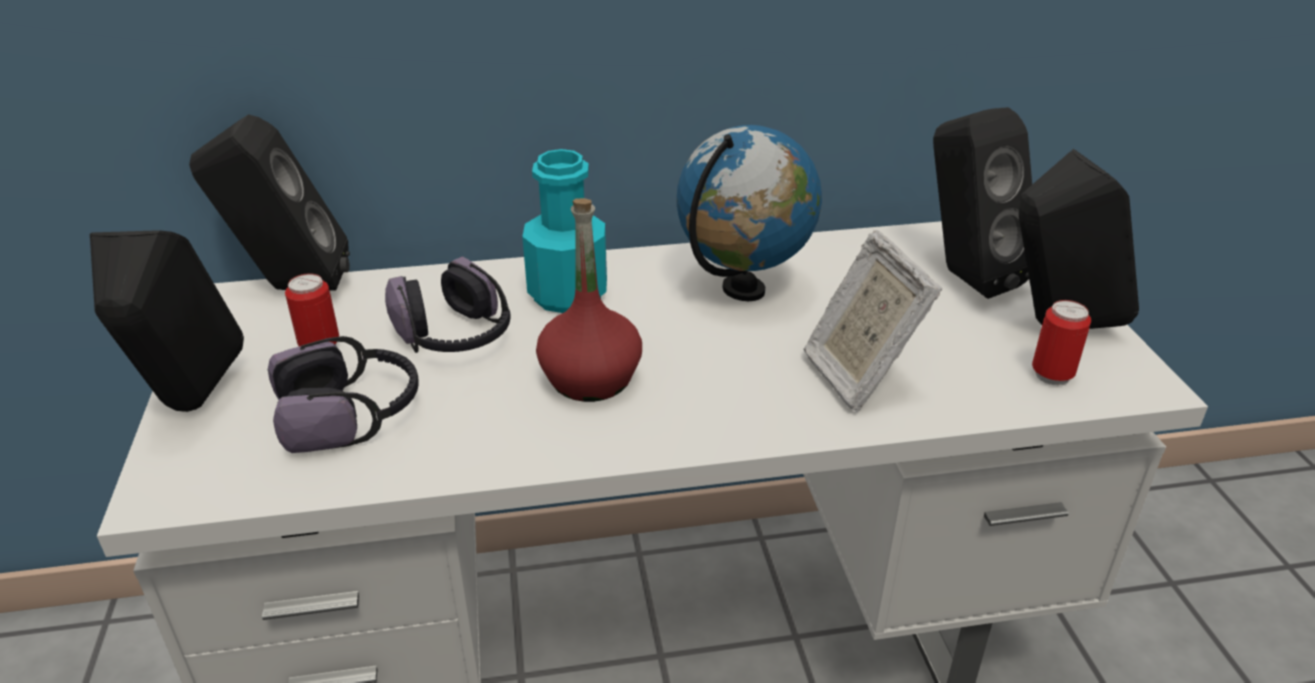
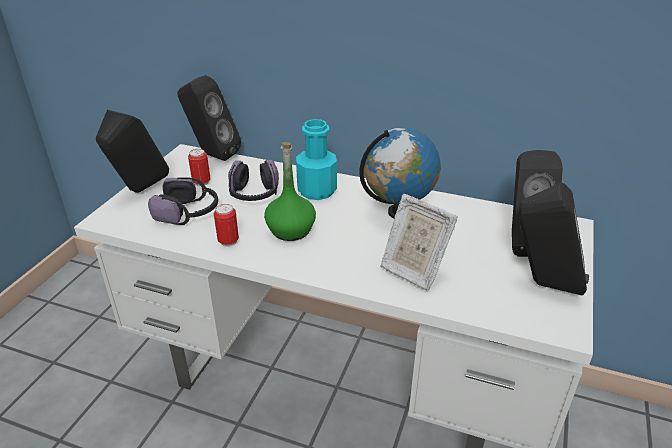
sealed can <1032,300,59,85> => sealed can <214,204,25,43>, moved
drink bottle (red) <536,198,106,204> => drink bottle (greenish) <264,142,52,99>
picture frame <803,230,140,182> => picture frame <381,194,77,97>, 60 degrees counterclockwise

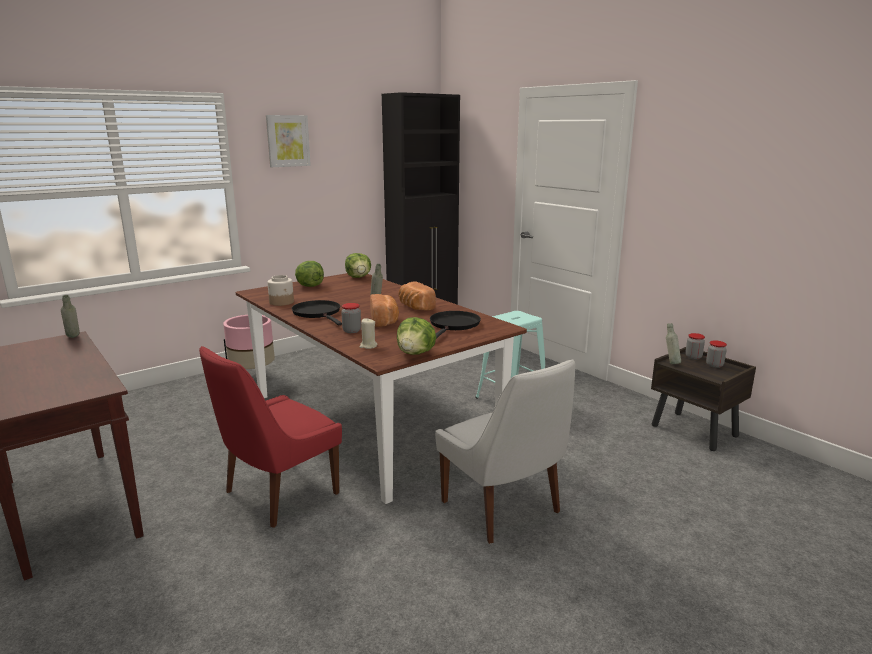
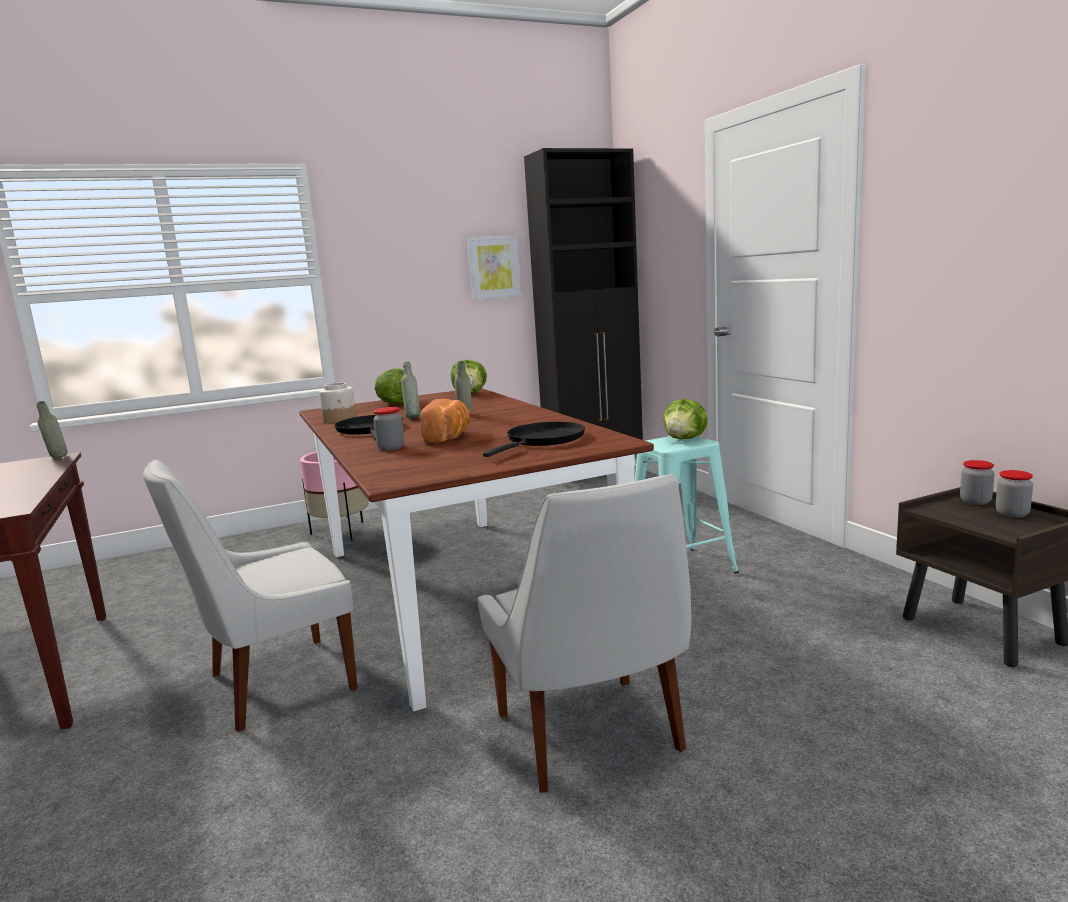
candle (beige-coloured) <359,318,19,31> => nothing
bakery bread <399,281,37,30> => nothing
picture <266,115,45,52> => picture <467,235,54,65>, moved
lettuce head <397,317,39,38> => lettuce head <664,399,44,40>, moved
drink bottle (grey) <666,323,15,41> => drink bottle (grey) <401,362,19,56>, moved
upright chair (red) <199,346,143,182> => upright chair (whitish) <143,459,215,273>

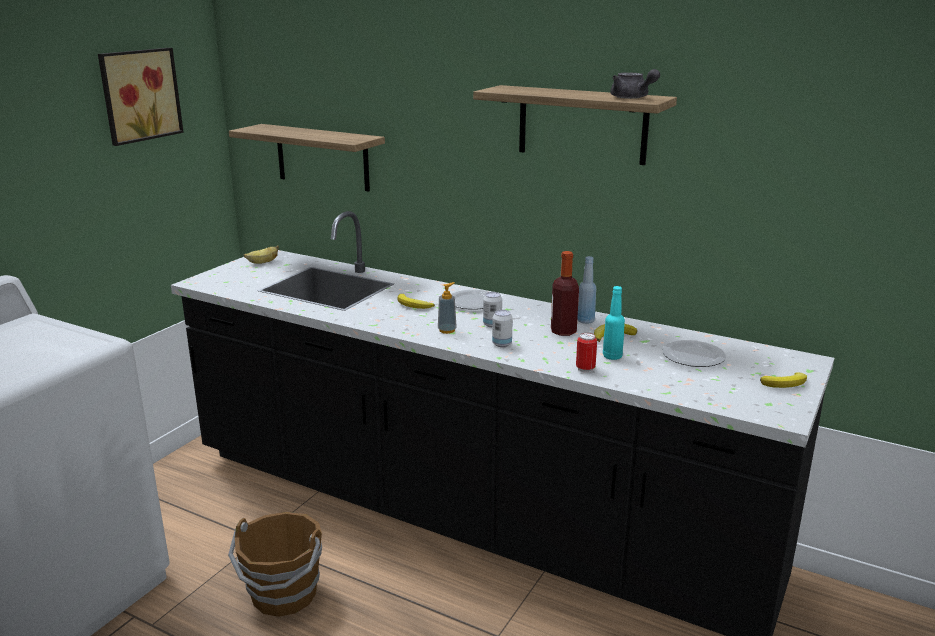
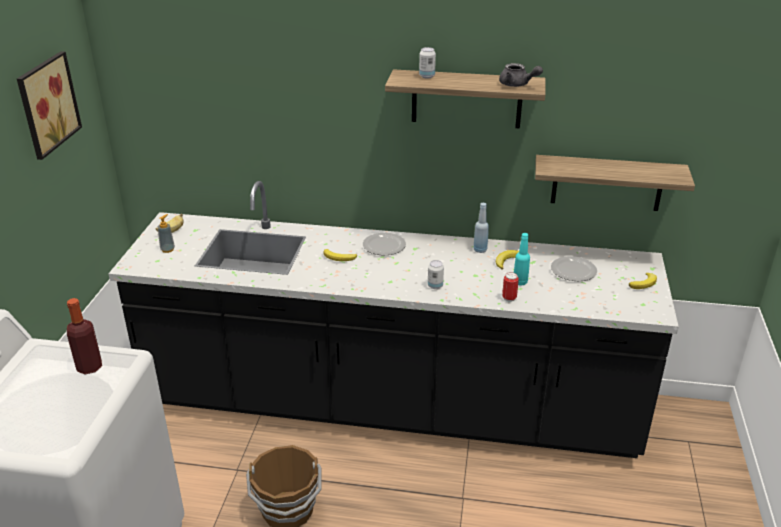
shelf <229,124,156,68> => shelf <535,155,160,56>, moved
liquid soap bottle <438,282,19,52> => liquid soap bottle <158,214,17,39>, moved
sealed can <483,292,19,35> => sealed can <419,47,17,31>, moved
drink bottle <551,251,28,85> => drink bottle <67,298,35,76>, moved

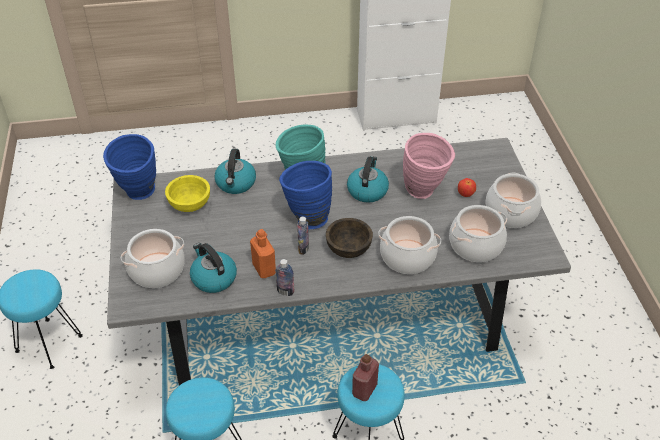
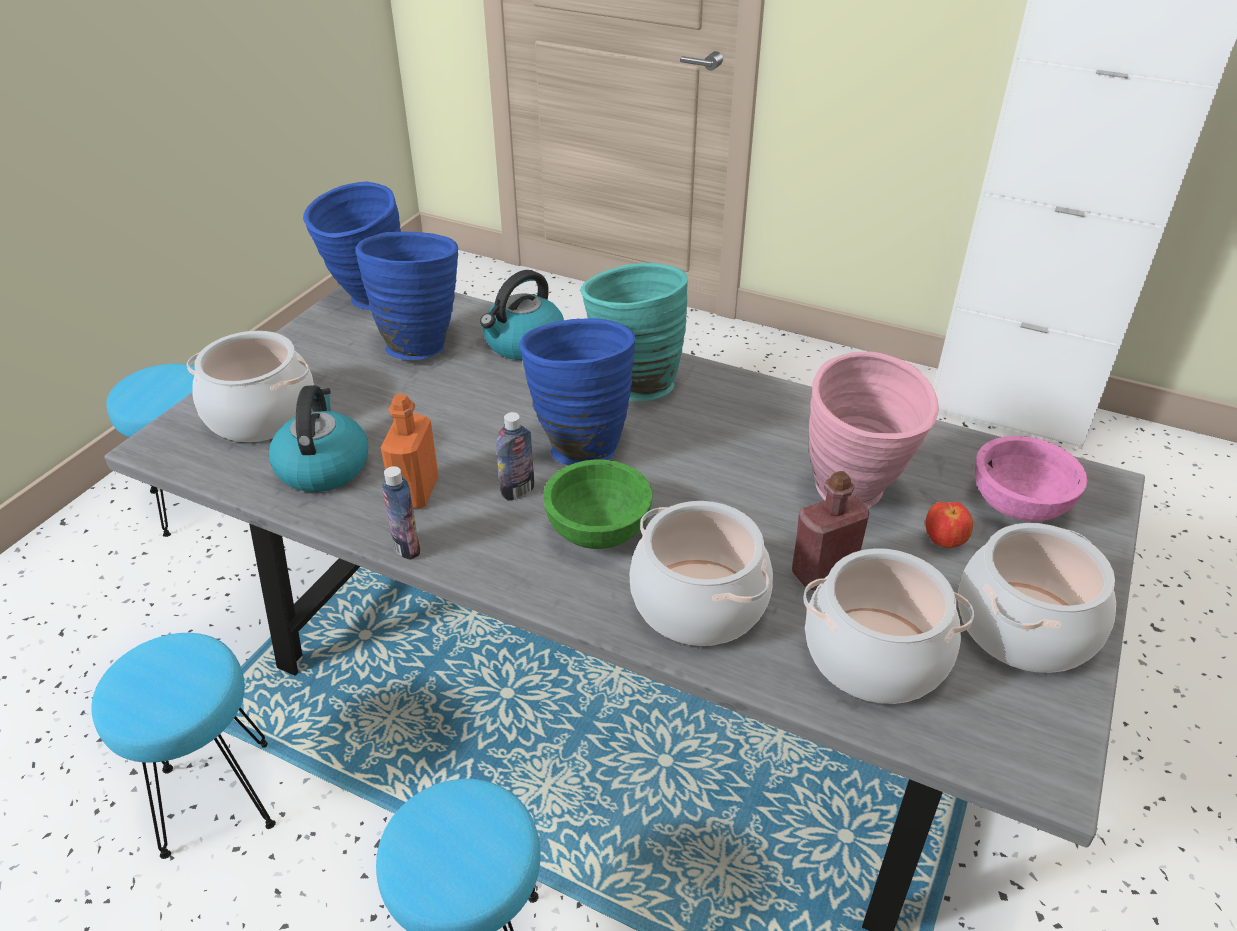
tea kettle <347,156,42,47> => nothing
nothing => serving bowl (pinkish) <975,436,113,86>
drink bottle (red) <352,354,27,47> => drink bottle (red) <792,471,77,119>, moved
serving bowl (yellow-coloured) <165,175,45,37> => vase (blue-coloured) <355,232,103,128>
serving bowl (brown) <326,218,47,40> => serving bowl (greenish) <543,460,109,89>

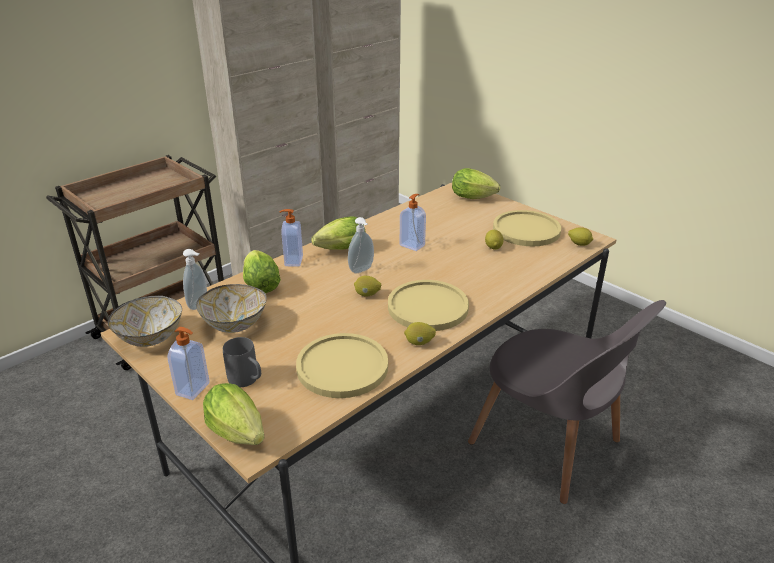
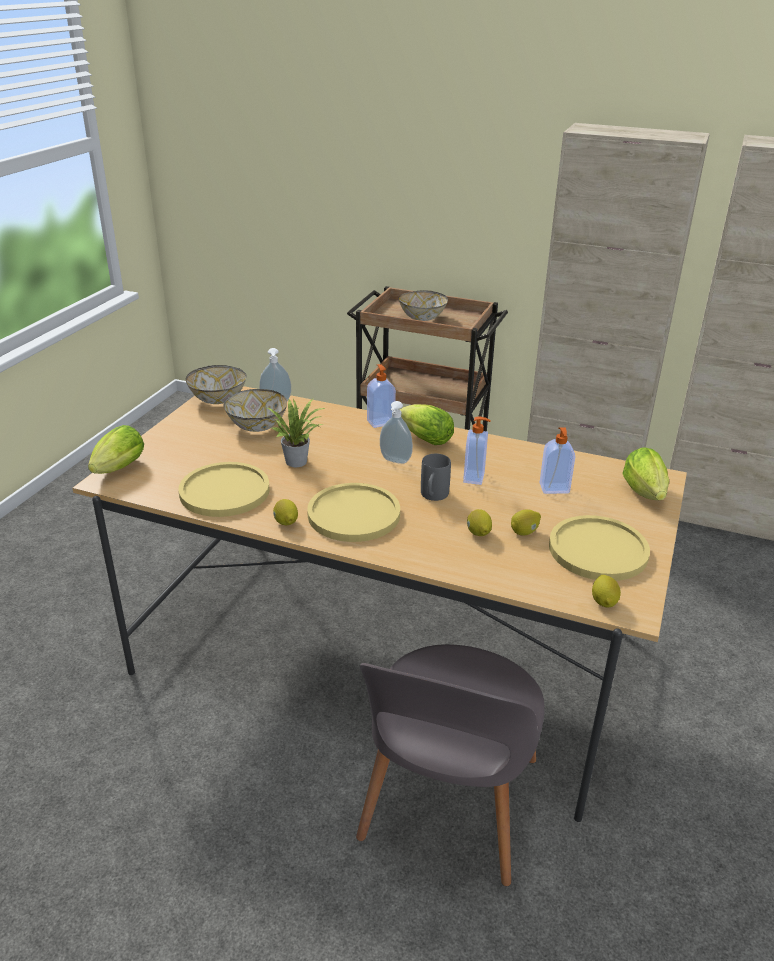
lettuce head <243,250,38,43> => nothing
nothing => houseplant <268,399,57,68>
nothing => serving bowl <399,290,49,31>
liquid soap bottle <168,327,42,73> => liquid soap bottle <540,428,35,66>, moved
coffee mug (grey) <223,337,38,50> => coffee mug (grey) <421,454,30,47>, moved
lemon <354,276,27,21> => lemon <467,509,25,27>, moved

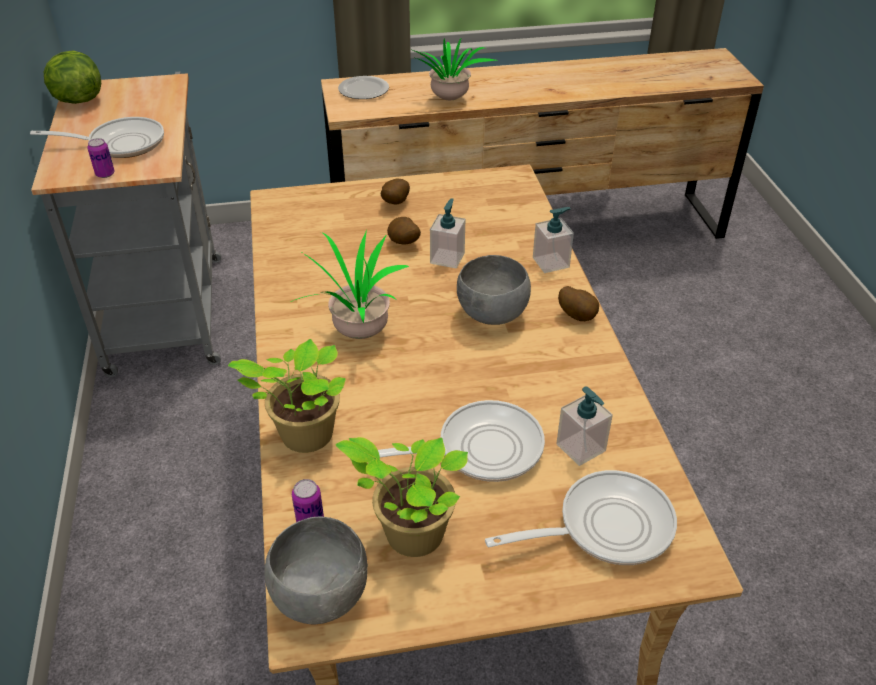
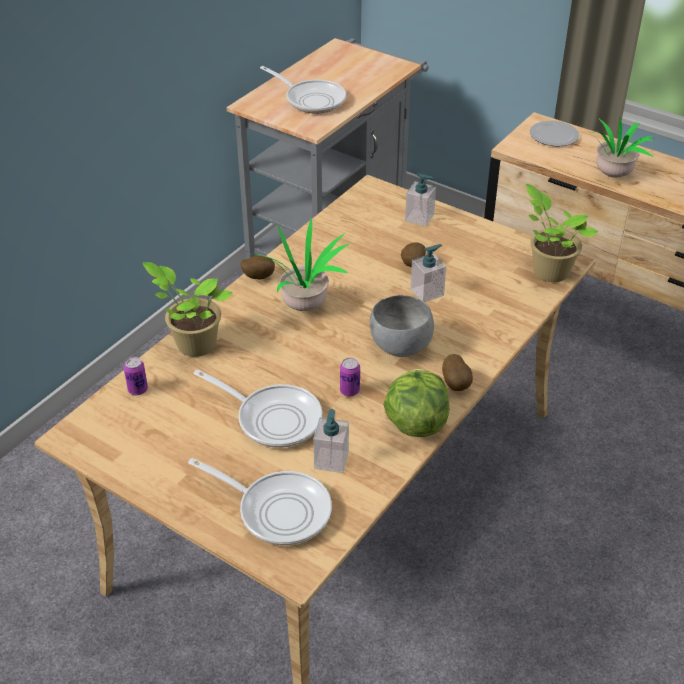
serving bowl (grey) <264,516,104,109> => nothing
lettuce head <44,51,57,53> => lettuce head <383,369,66,68>, moved
sealed can <87,138,28,40> => sealed can <340,358,20,38>, moved
houseplant <336,437,132,120> => houseplant <526,184,72,98>, moved
whole potato <381,179,29,25> => whole potato <240,256,35,23>, moved
liquid soap bottle <533,207,41,66> => liquid soap bottle <405,173,31,54>, moved

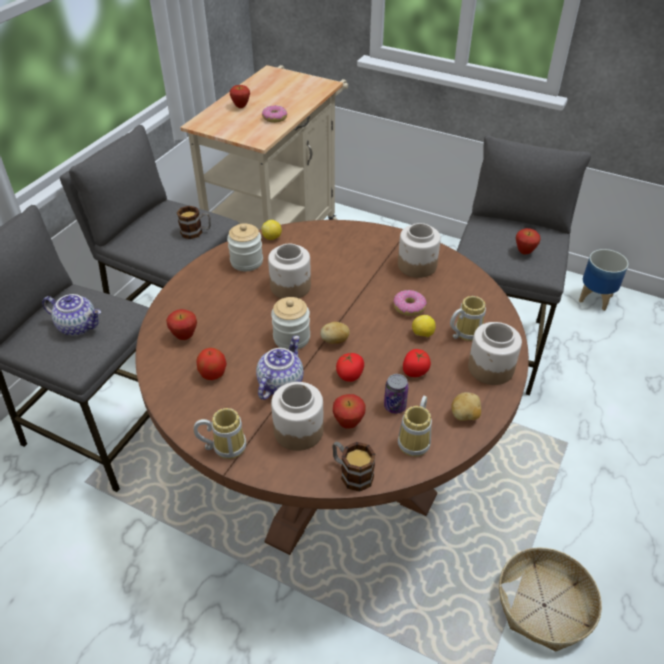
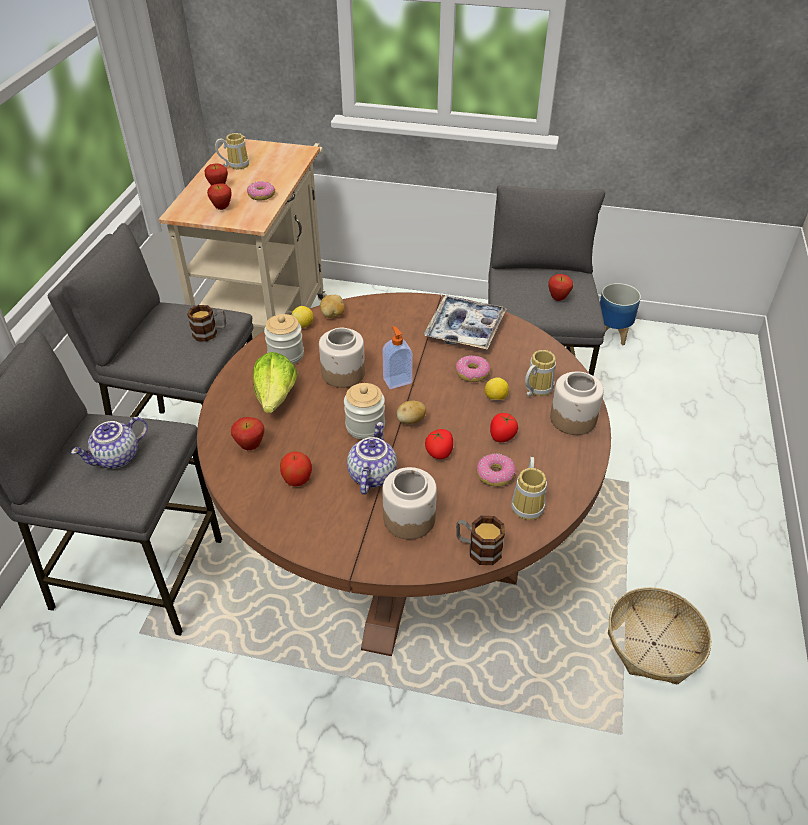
nothing => lettuce head <253,352,44,61>
nothing => liquid soap bottle <383,326,30,63>
coffee mug <194,408,52,51> => coffee mug <215,133,34,36>, moved
apple <333,394,32,35> => apple <207,183,25,27>, moved
whole potato <451,392,30,29> => whole potato <320,295,25,23>, moved
sealed can <384,374,25,40> => ring doughnut <476,453,40,34>
preserve jar <398,223,43,55> => carrying tray <424,295,82,55>
tea pot <42,294,59,42> => tea pot <71,417,77,51>, 135 degrees clockwise

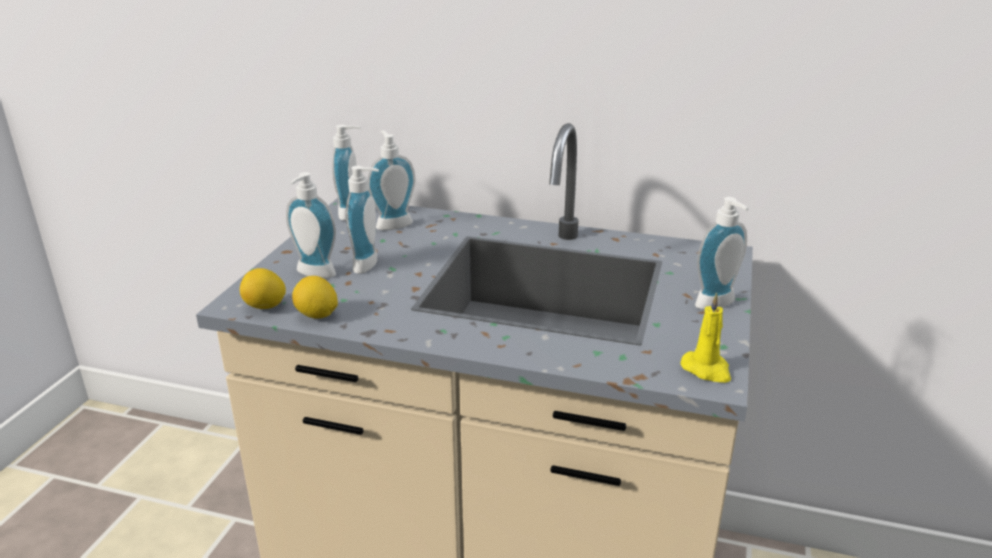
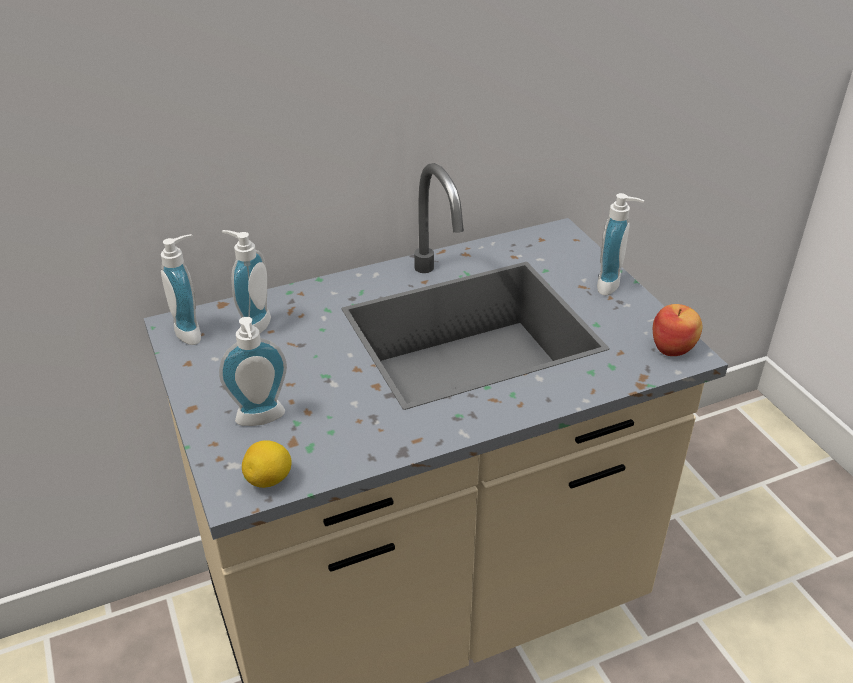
lemon <292,276,46,43> => nothing
liquid soap bottle <346,166,33,108> => nothing
candle (yellow-coloured) <681,293,50,90> => apple <653,304,49,52>

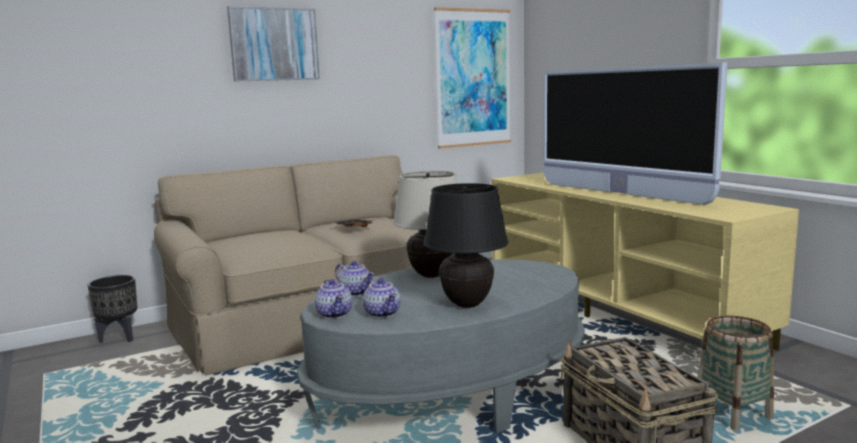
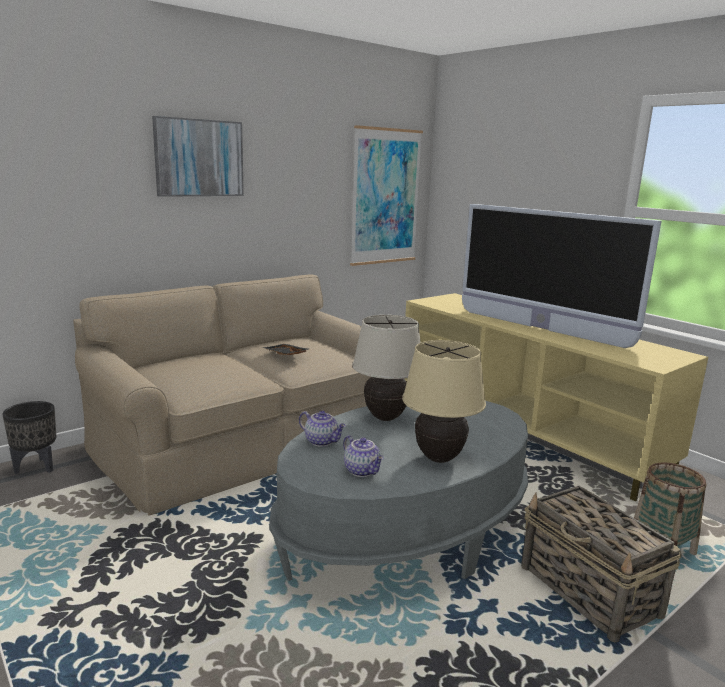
tea pot <315,279,37,40> => nothing
table lamp (black-coloured) <424,183,84,125> => table lamp (beige-coloured) <402,340,84,123>

